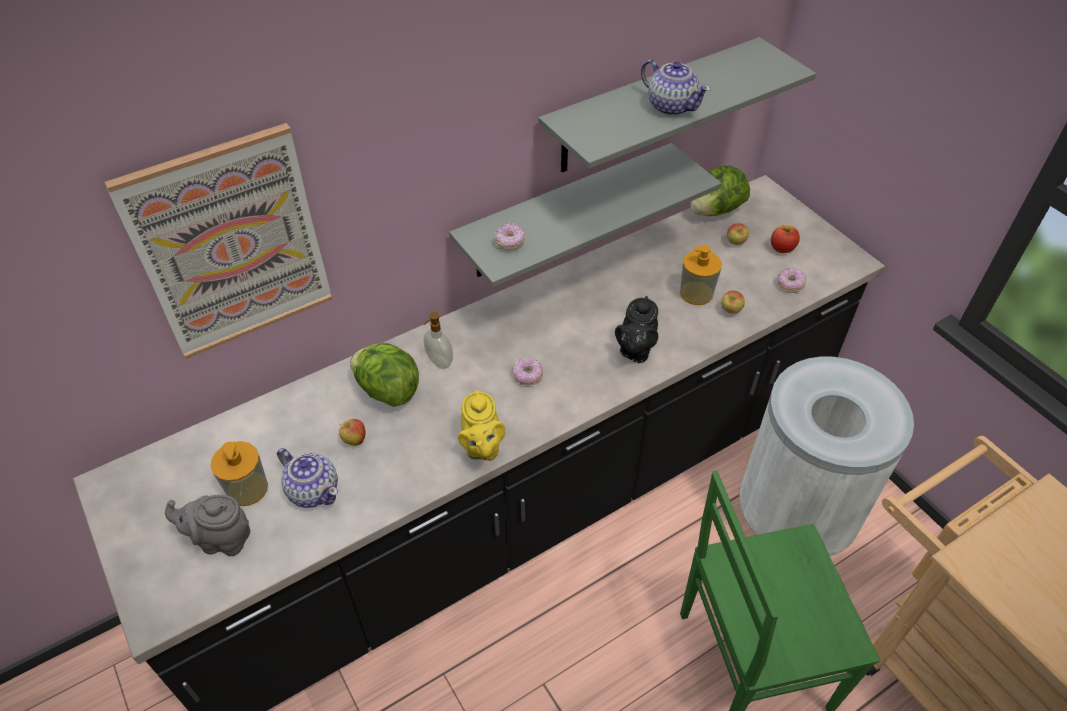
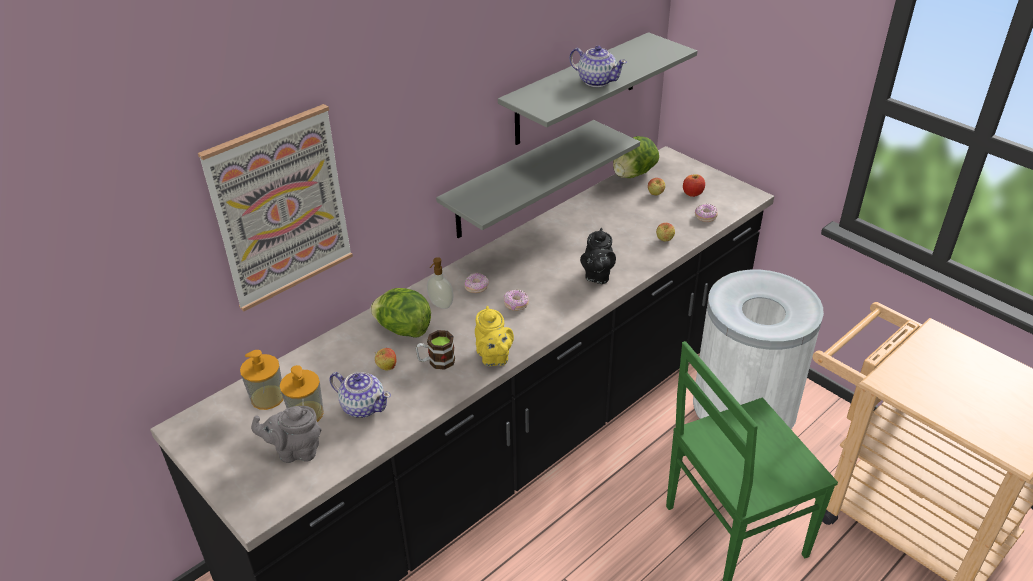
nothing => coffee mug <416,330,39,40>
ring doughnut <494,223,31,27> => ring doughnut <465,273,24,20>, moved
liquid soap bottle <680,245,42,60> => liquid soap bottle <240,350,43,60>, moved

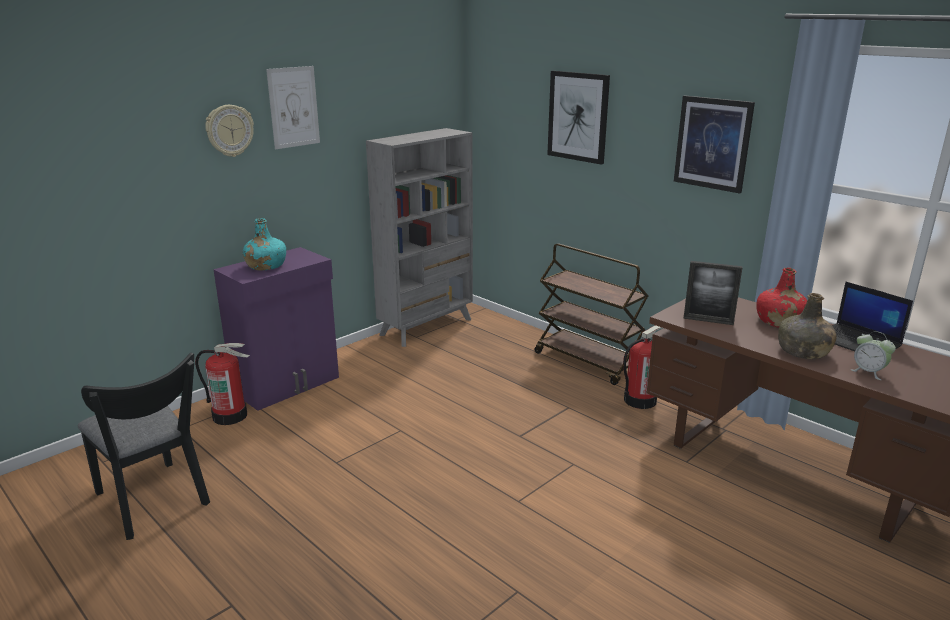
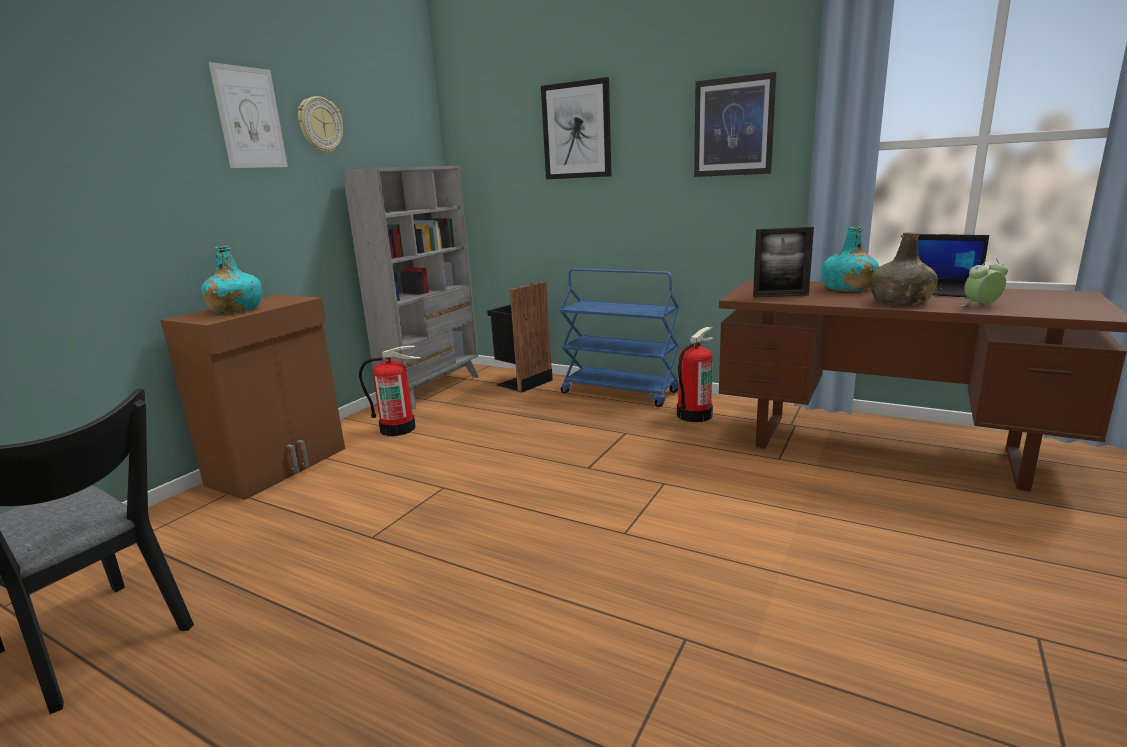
nothing => trash can (black-coloured) <487,281,66,111>
fire-fighting cylinder <195,343,55,82> => fire-fighting cylinder <359,345,61,91>, moved
clock on the wall <205,105,49,52> => clock on the wall <298,96,45,58>, moved
cupboard (purple) <213,247,126,164> => cupboard (brown) <160,294,185,206>
trolley (brown) <535,243,114,142> => trolley (blue-coloured) <560,269,119,138>
drink bottle (red) <756,267,51,60> => drink bottle (blue-green) <822,226,57,66>
bedside clock <850,331,46,49> => bedside clock <961,258,47,48>, 135 degrees clockwise

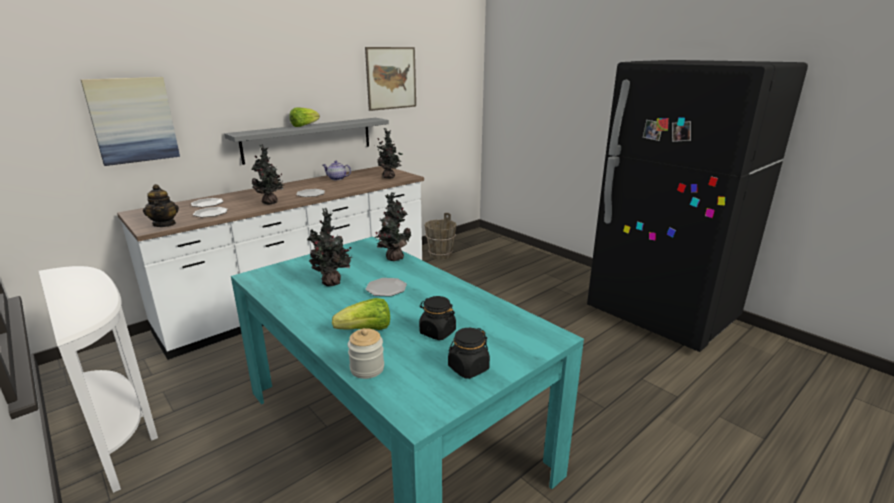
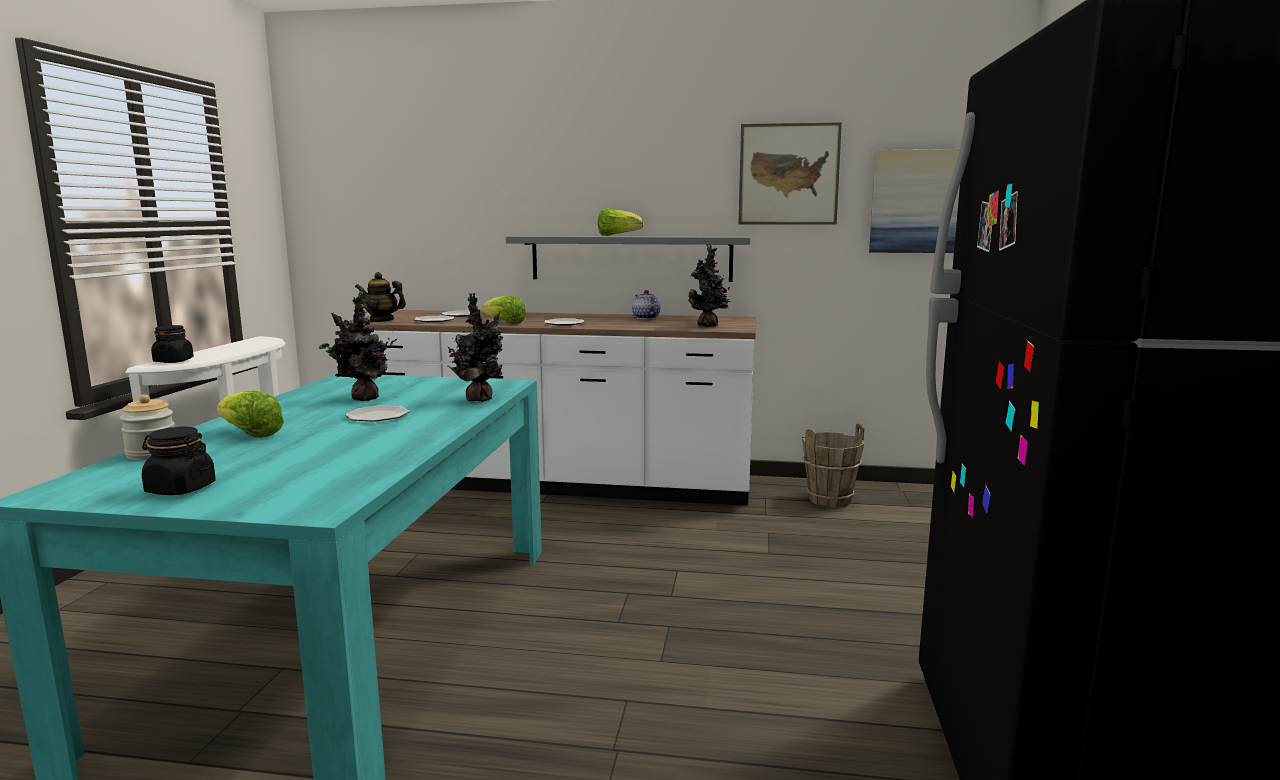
picture <81,77,99,89> => picture <869,149,91,104>, moved
preserve jar (black-coloured) <419,296,37,44> => preserve jar (black-coloured) <151,325,43,38>, moved
houseplant <251,144,33,60> => lettuce head <481,295,45,29>
tea pot <143,184,36,43> => tea pot <355,272,51,50>, 75 degrees clockwise

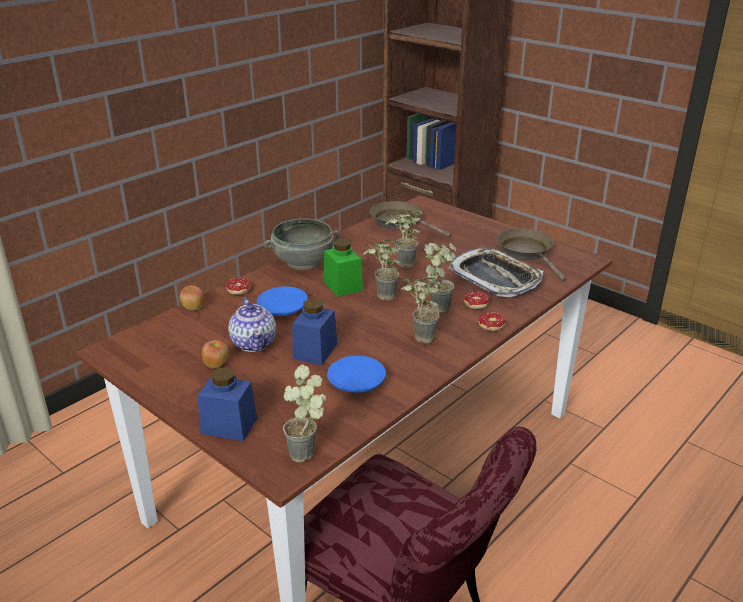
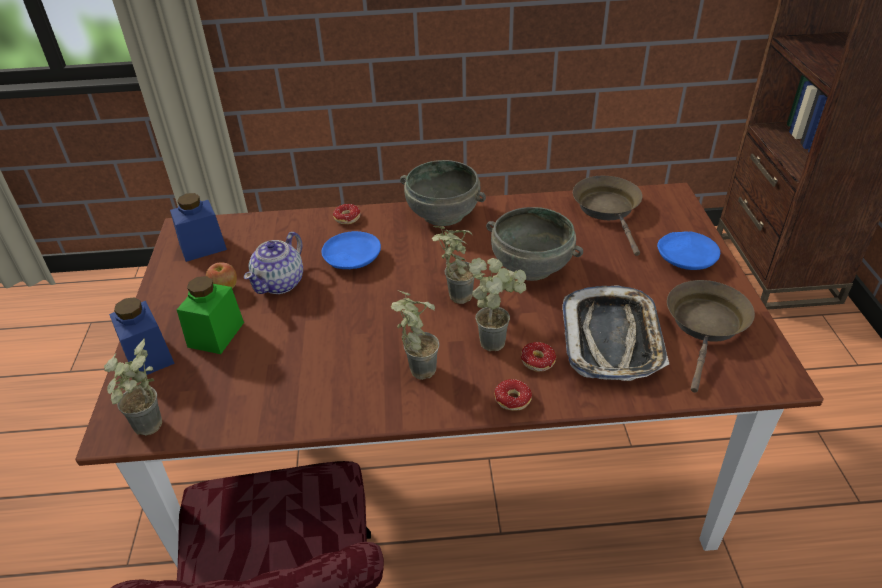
apple <180,285,24,25> => nothing
preserve jar (blue-coloured) <292,299,45,66> => preserve jar (blue-coloured) <170,193,57,69>, moved
preserve jar (greenish) <324,239,39,58> => preserve jar (greenish) <177,276,67,78>, moved
flat dish (blue-coloured) <327,356,59,37> => flat dish (blue-coloured) <657,231,63,39>, moved
houseplant <385,210,38,58> => serving bowl (grey) <486,207,97,74>

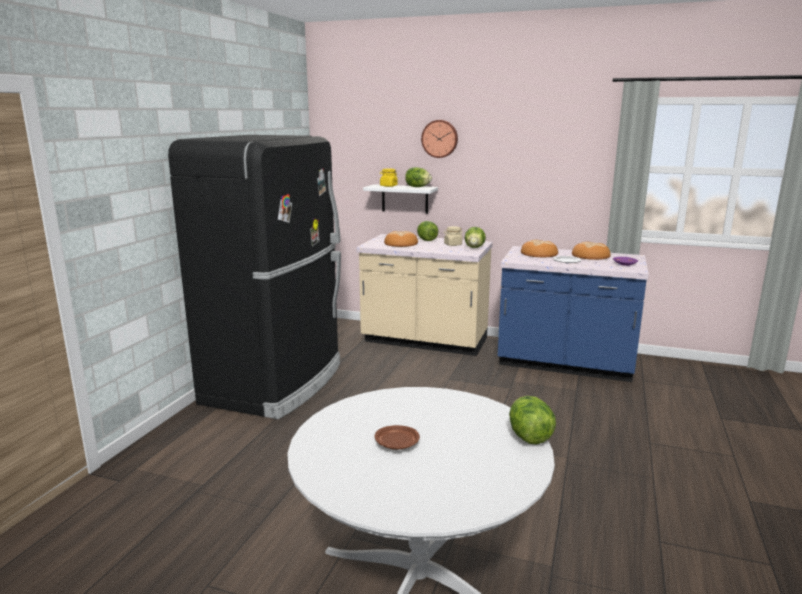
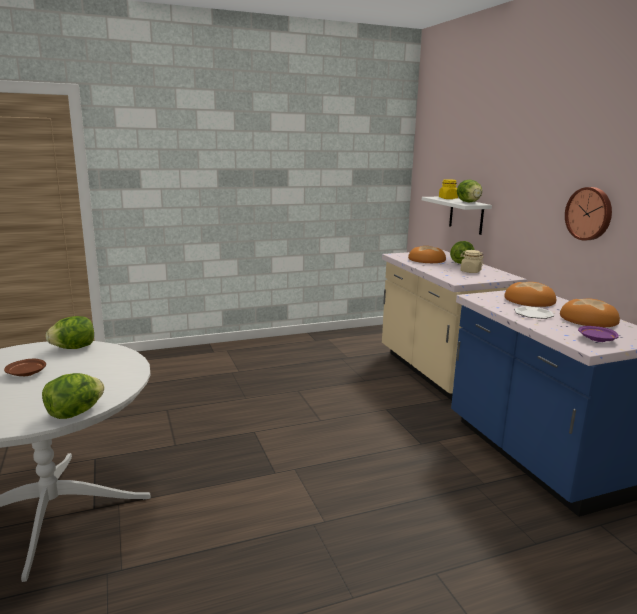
fridge (black-coloured) <168,135,173,284> => nothing
clock on the wall <421,120,37,38> => clock on the wall <565,187,47,54>, moved
lettuce head <464,227,22,21> => lettuce head <46,316,48,33>, moved

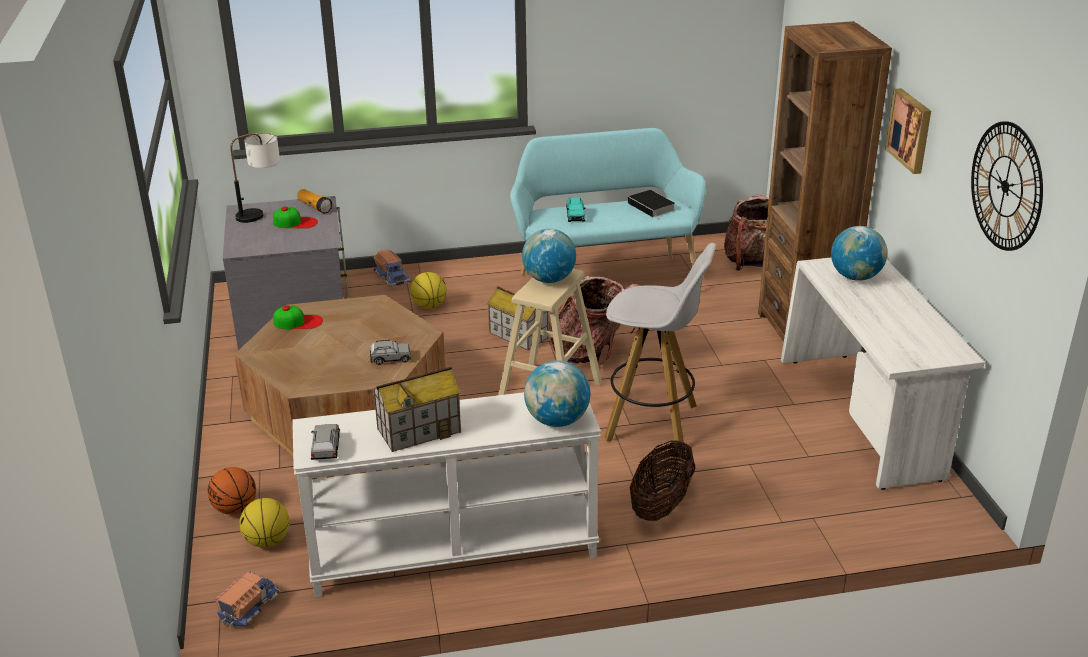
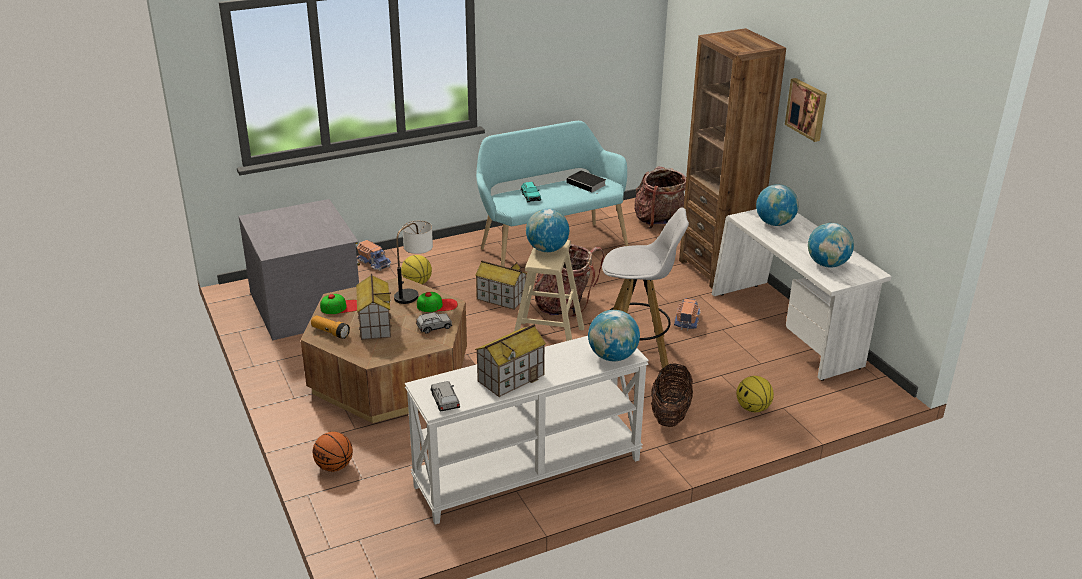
clock on the wall <971,121,72,130> => nothing
nothing => model house <356,274,36,66>
nothing => world globe <808,223,46,45>
model truck <215,571,66,57> => model truck <674,298,27,33>, moved
table lamp <230,133,50,90> => table lamp <394,220,39,84>, moved
basketball ball <239,498,51,50> => basketball ball <736,376,38,36>, moved
baseball cap <273,207,45,22> => baseball cap <417,292,41,20>, moved
hand torch <297,189,35,24> => hand torch <311,315,39,24>, moved

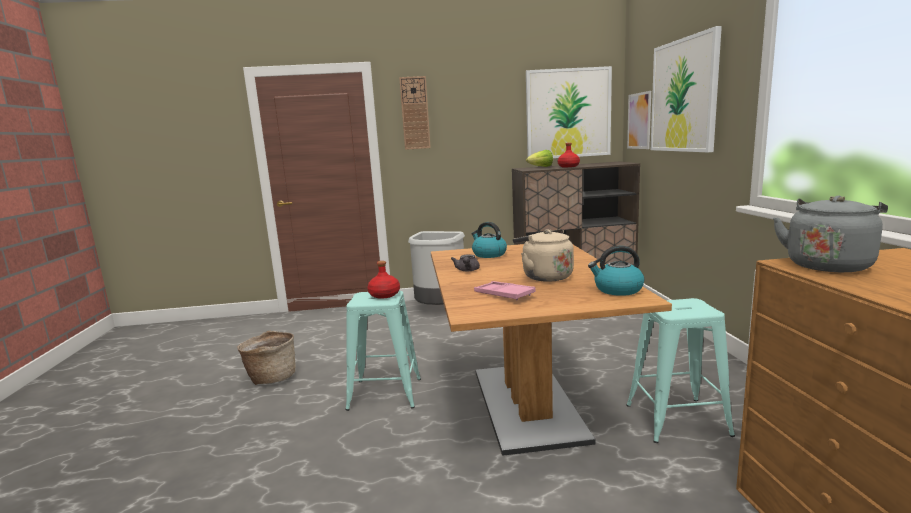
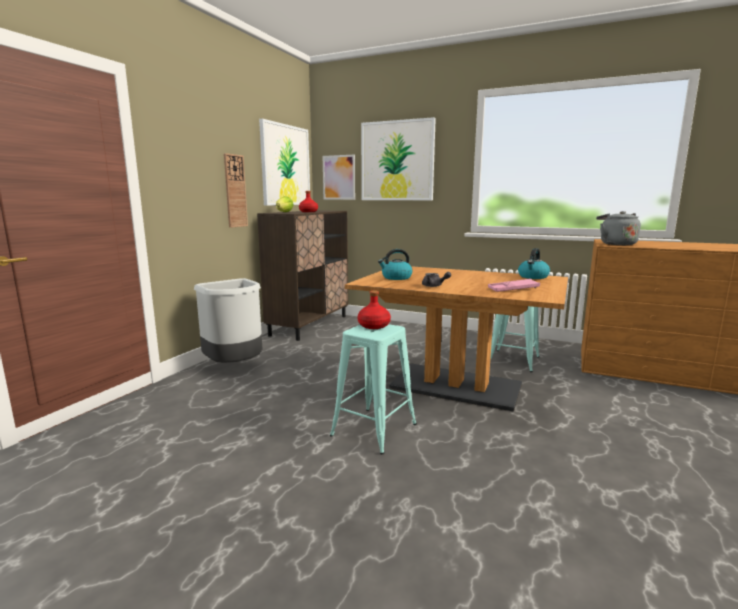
household basket <237,330,59,55> => nothing
tea kettle (beige-coloured) <513,229,61,53> => nothing
clock on the wall <399,76,32,74> => clock on the wall <224,153,24,75>, moved

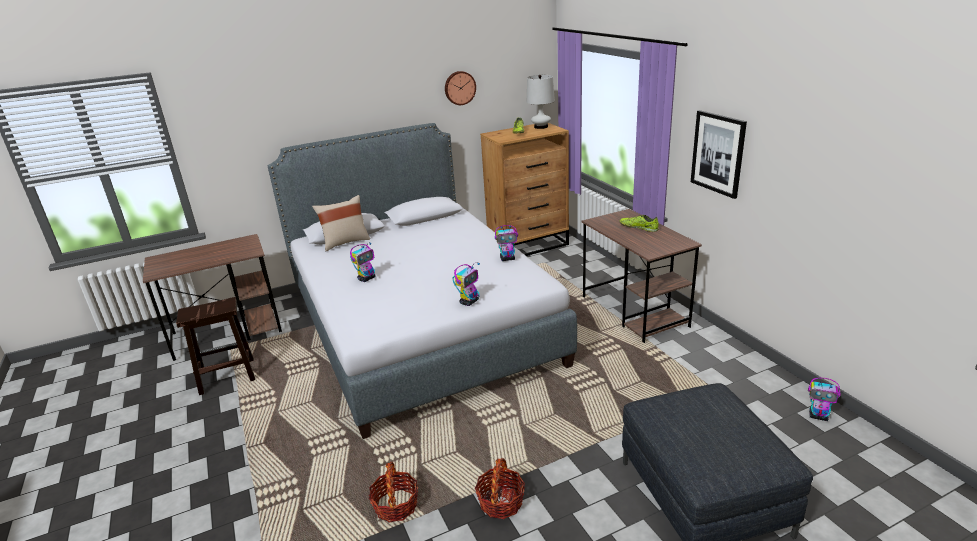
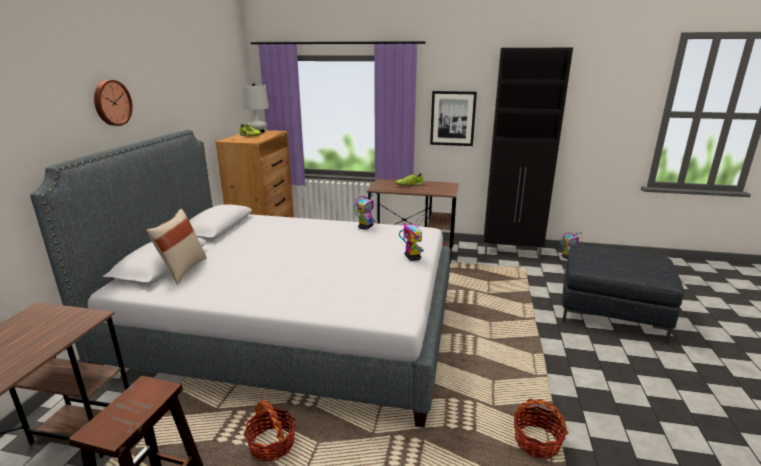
toy robot <350,242,26,40> => nothing
nothing => cupboard (black-coloured) <484,48,89,211>
clock on the wall <445,71,31,34> => clock on the wall <94,80,39,46>, moved
household basket <475,458,50,61> => household basket <244,399,52,62>, moved

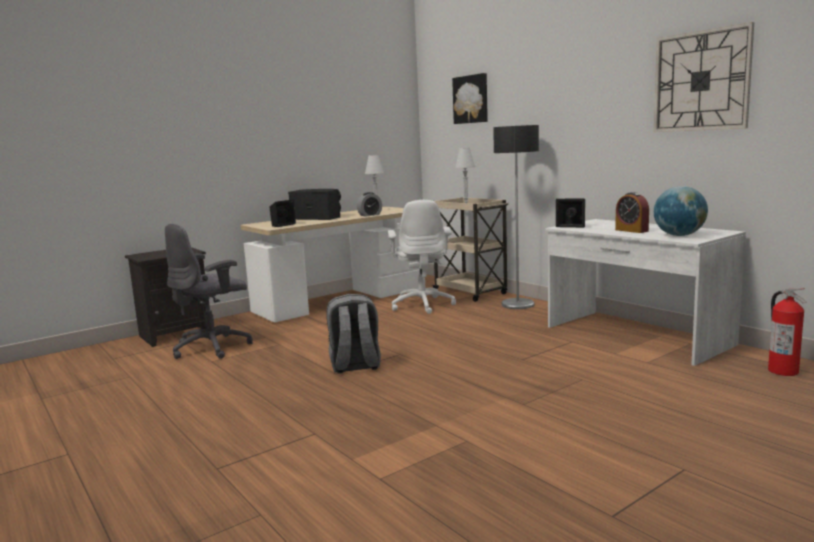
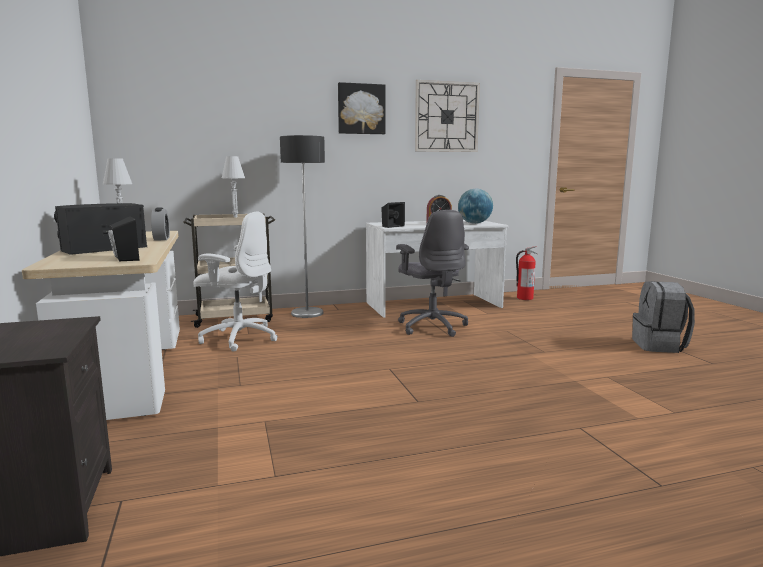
computer chair (grey) <165,224,88,135> => computer chair (grey) <396,210,73,127>, moved
rucksack (grey) <326,294,55,79> => rucksack (grey) <632,281,63,72>, moved
picture <452,73,36,51> => picture <338,82,48,52>, moved

